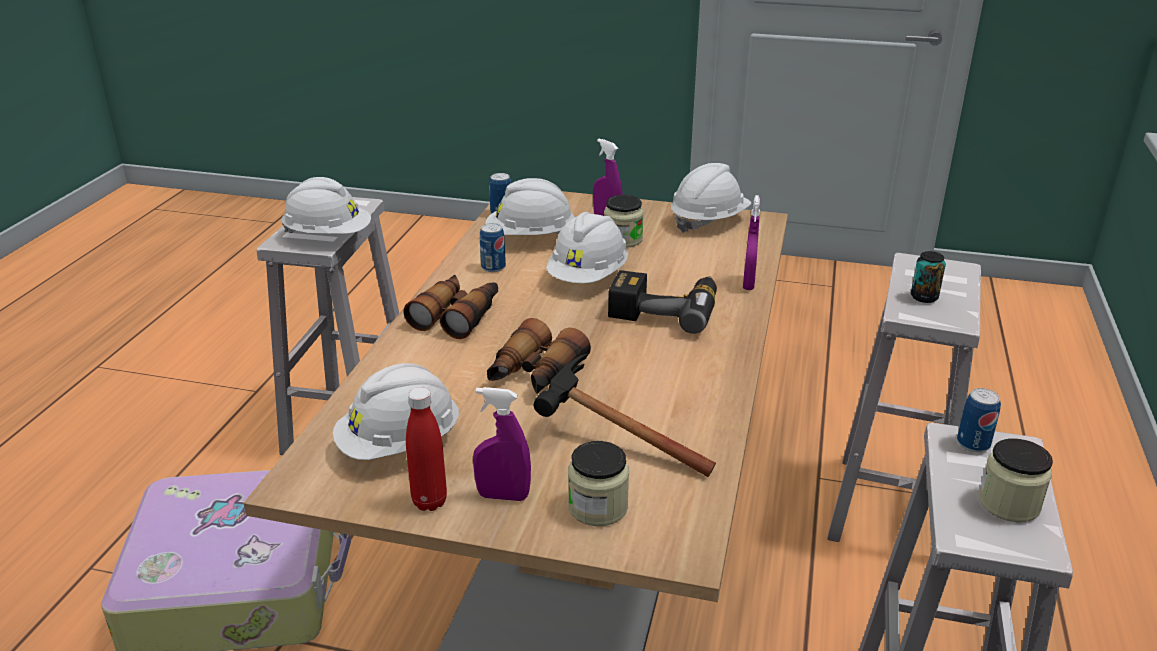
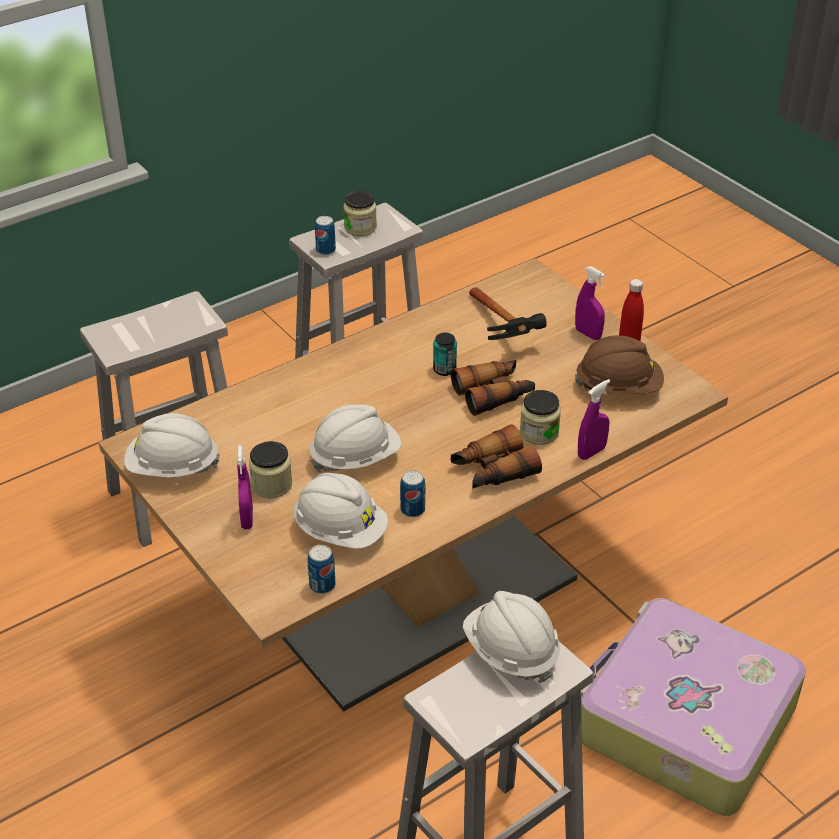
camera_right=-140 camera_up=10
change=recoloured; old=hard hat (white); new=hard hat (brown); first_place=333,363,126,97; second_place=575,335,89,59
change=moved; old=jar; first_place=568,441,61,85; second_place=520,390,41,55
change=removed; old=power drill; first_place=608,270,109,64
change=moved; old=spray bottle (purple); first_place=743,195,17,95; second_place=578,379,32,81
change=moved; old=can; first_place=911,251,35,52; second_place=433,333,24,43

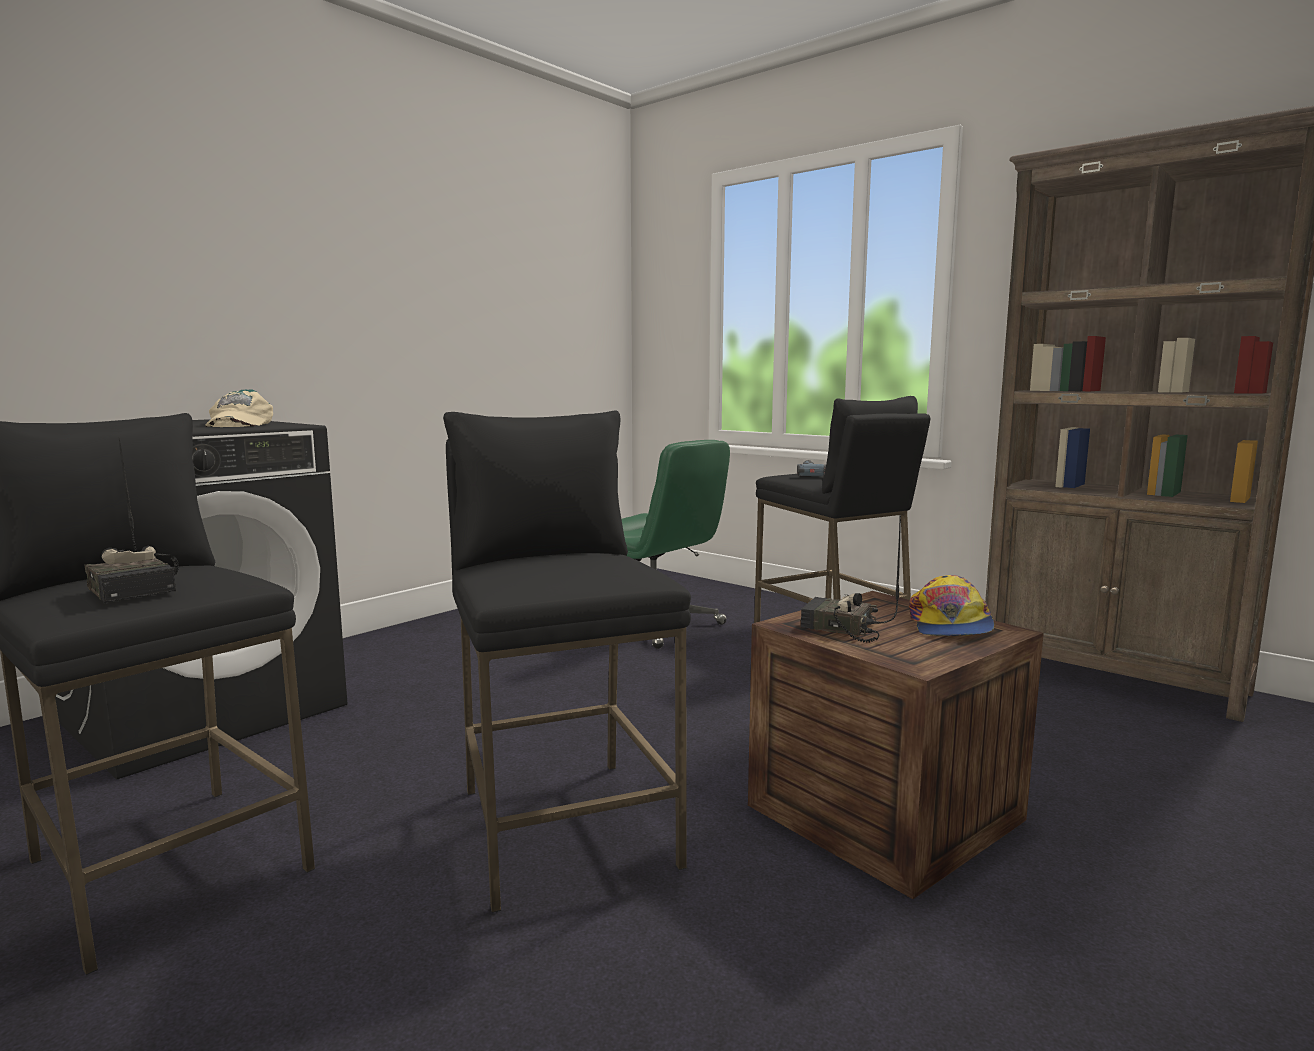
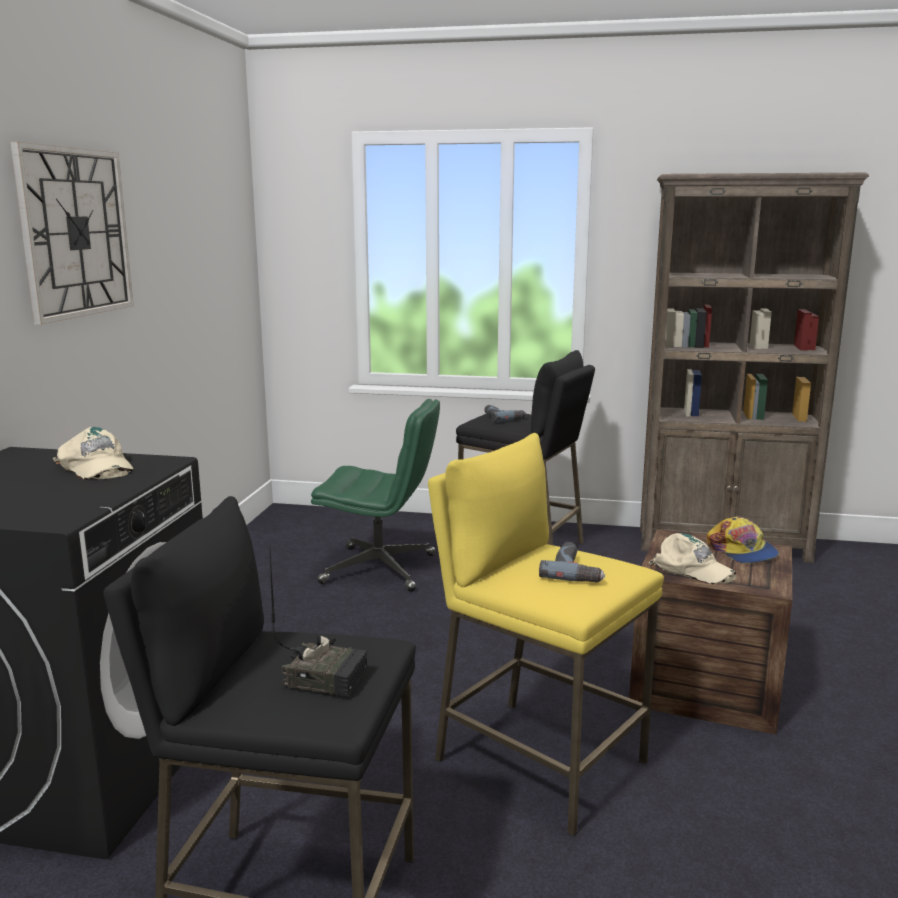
camera_right=-30 camera_up=5
change=recoloured; old=stool (black); new=stool (yellow); first_place=443,410,248,503; second_place=428,433,236,403
change=replaced; old=radio; new=cap (beige); first_place=801,515,100,128; second_place=649,533,88,51
change=added; new=wall clock; second_place=10,141,124,184
change=added; new=power drill; second_place=539,542,66,40

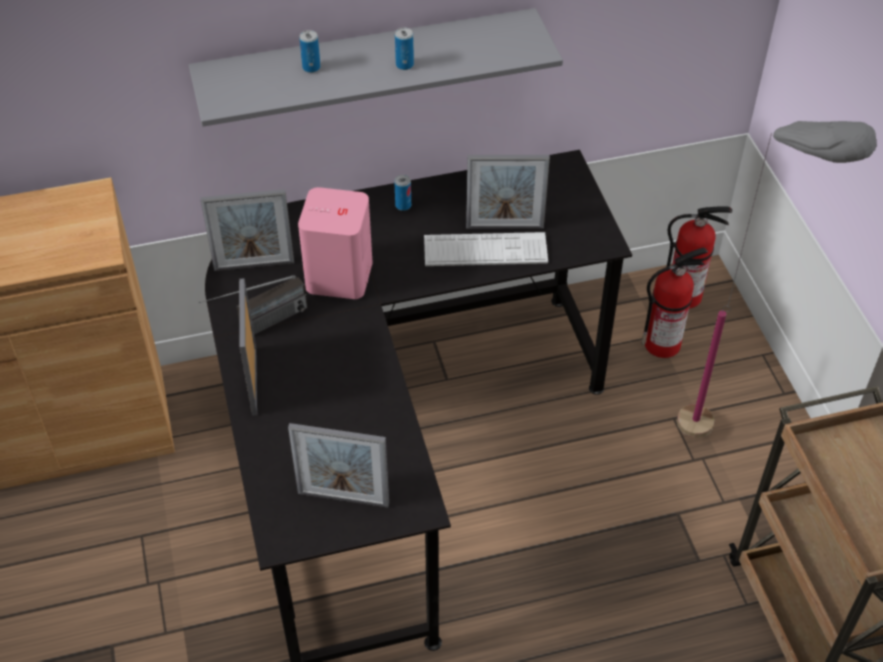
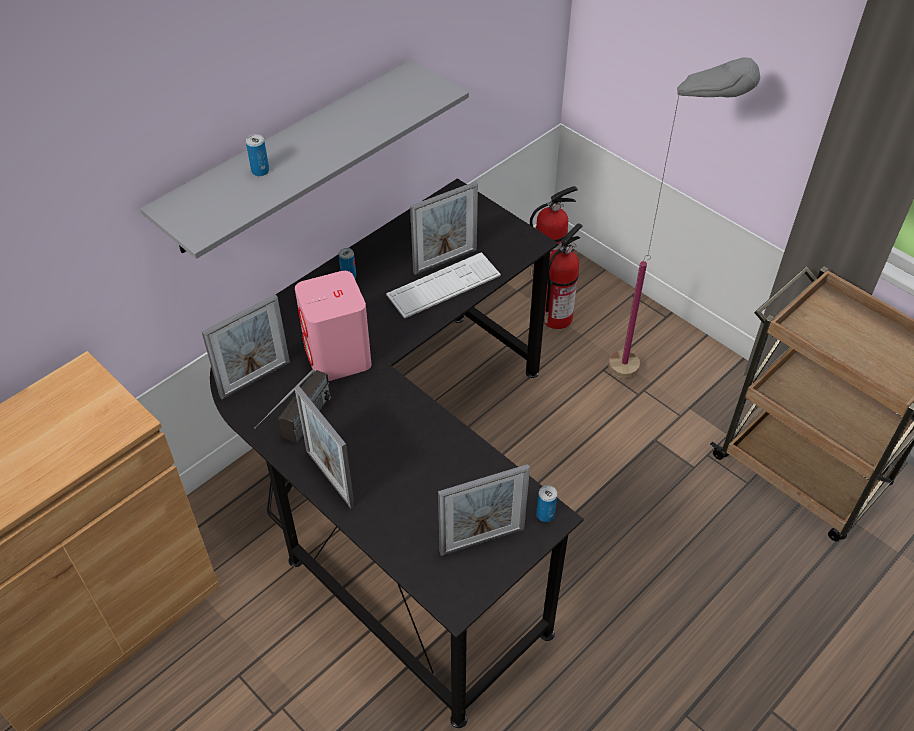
camera_right=-30 camera_up=0
change=moved; old=can; first_place=395,27,19,43; second_place=536,485,21,37

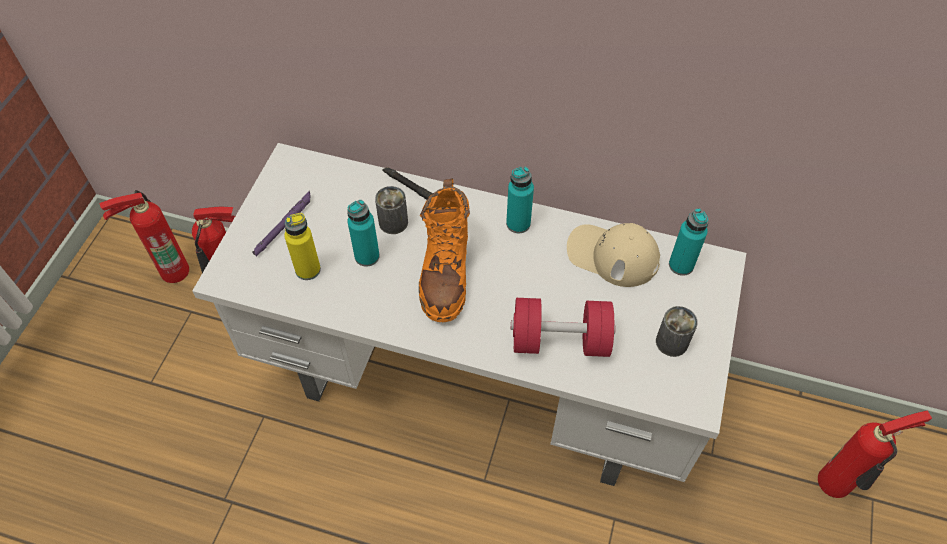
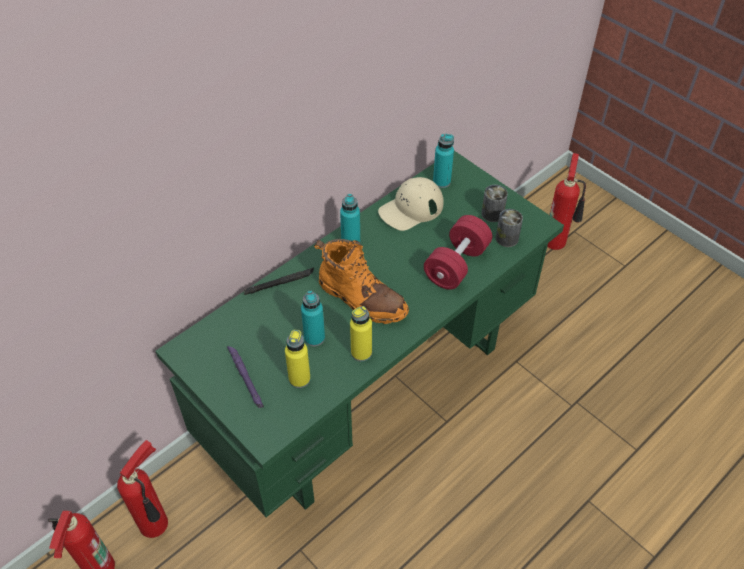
camera_right=-60 camera_up=-5
change=recoloured; old=desk (white); new=desk (green); first_place=192,143,554,343; second_place=156,151,408,366
change=moved; old=can; first_place=375,186,33,48; second_place=496,209,27,38
change=added; new=bottle (yellow); second_place=350,306,22,55

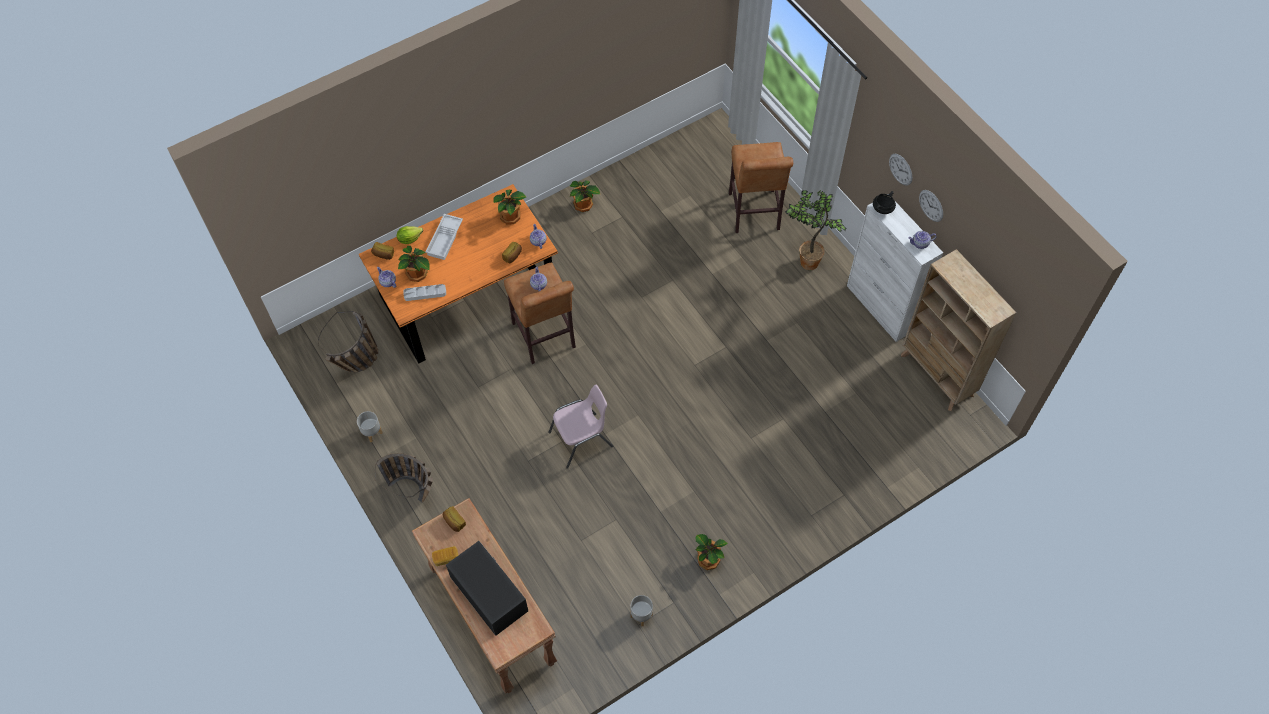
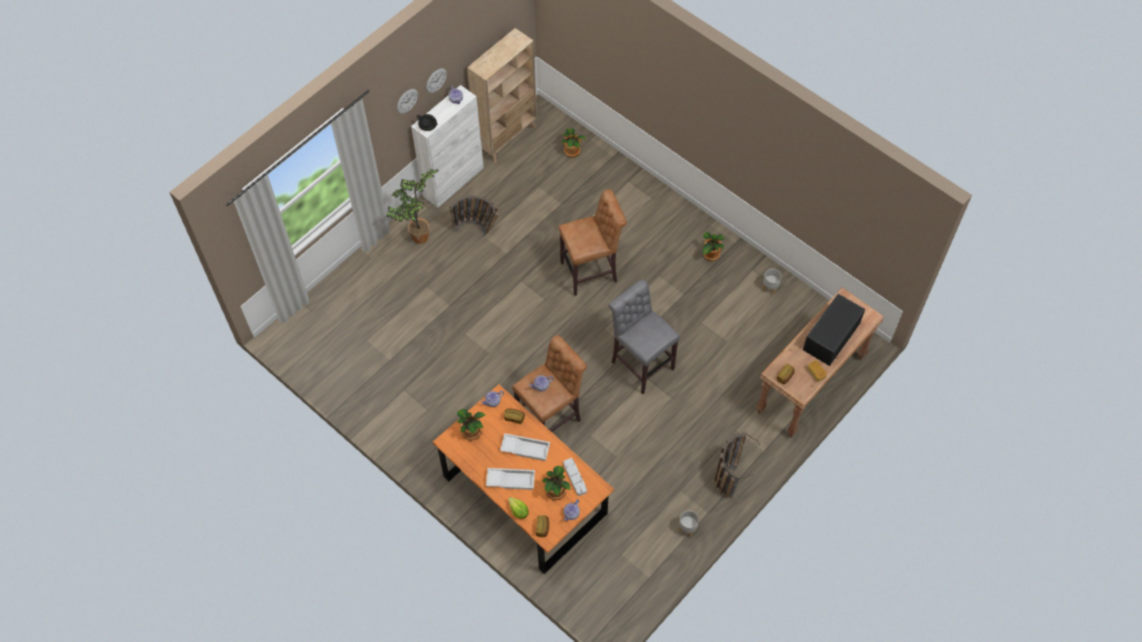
camera_right=-105 camera_up=0
change=moved; old=basket; first_place=318,311,60,61; second_place=450,196,49,40
change=replaced; old=chair (pink); new=stool (grey); first_place=548,385,65,84; second_place=609,279,71,115
change=moved; old=potted plant; first_place=570,180,30,32; second_place=562,128,24,30
change=moved; old=stool (brown); first_place=729,142,64,91; second_place=559,189,68,107
change=added; new=tray (white); second_place=500,433,50,28

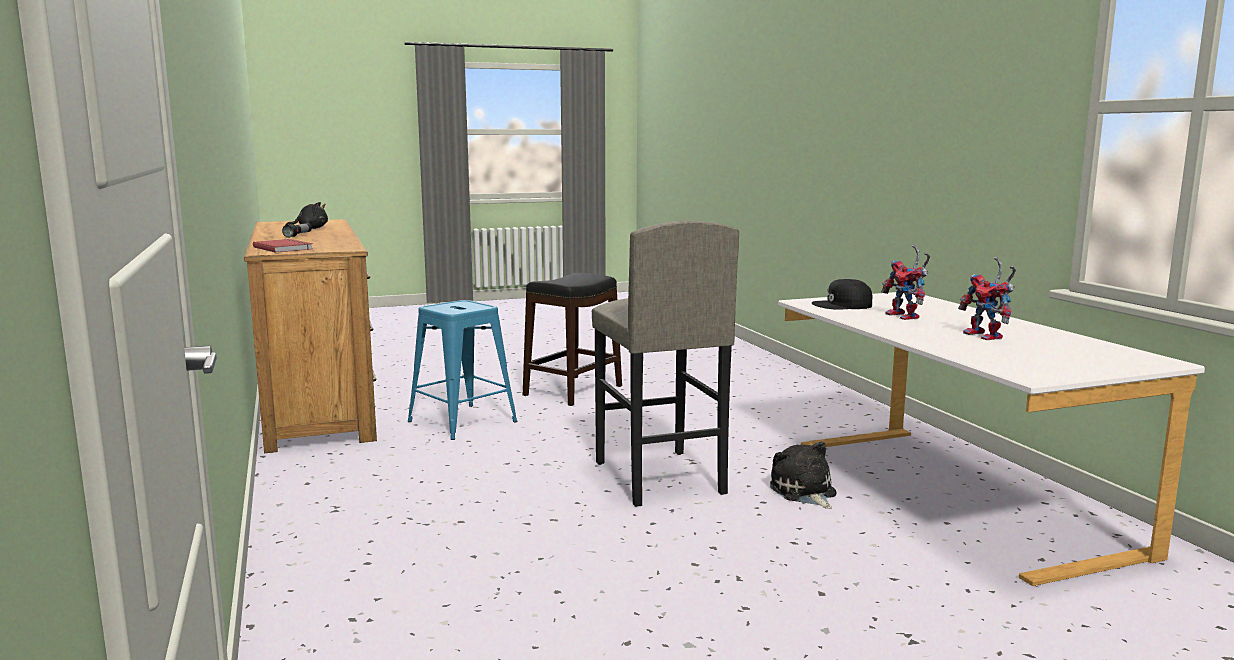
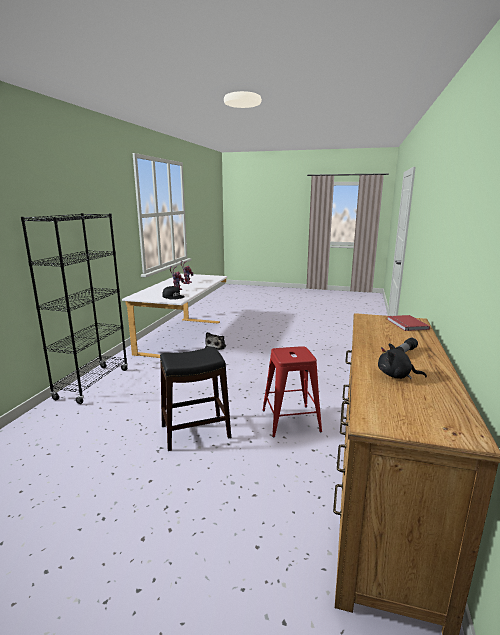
camera_right=-145 camera_up=5
change=recoloured; old=stool (blue); new=stool (red); first_place=408,300,109,140; second_place=262,346,60,91
change=removed; old=stool (grey); first_place=592,221,147,286
change=added; new=bookcase (black); second_place=21,213,107,191

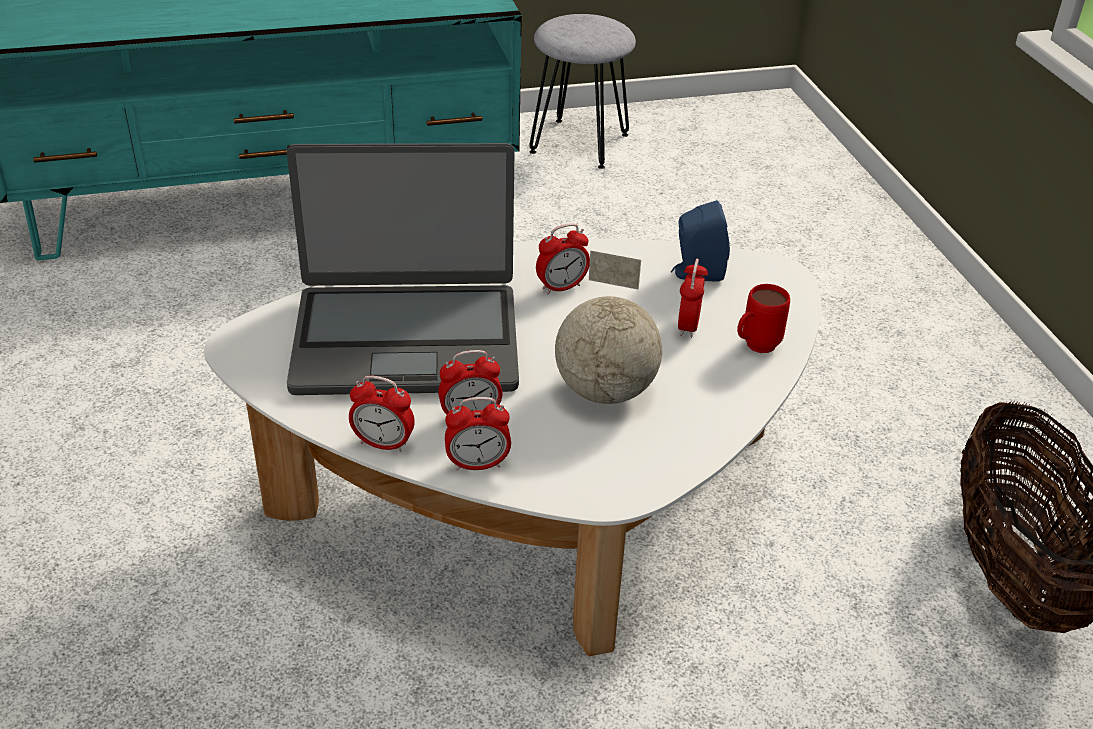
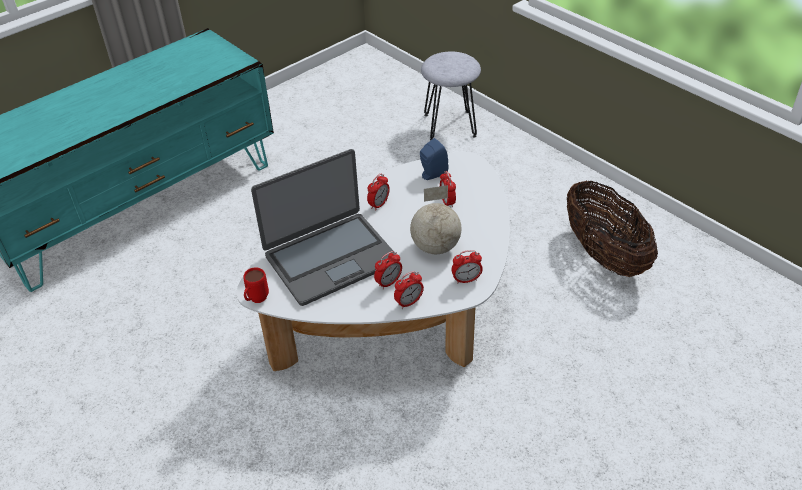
camera_right=-25 camera_up=5
change=moved; old=alarm clock; first_place=349,375,66,77; second_place=452,250,31,34
change=moved; old=stool (grey); first_place=529,14,107,155; second_place=421,51,60,90
change=moved; old=mug (red); first_place=737,284,53,69; second_place=243,267,26,36

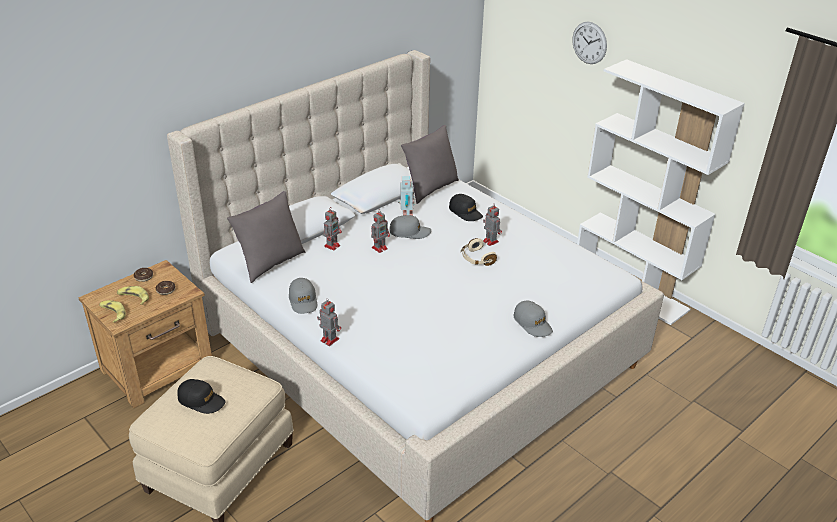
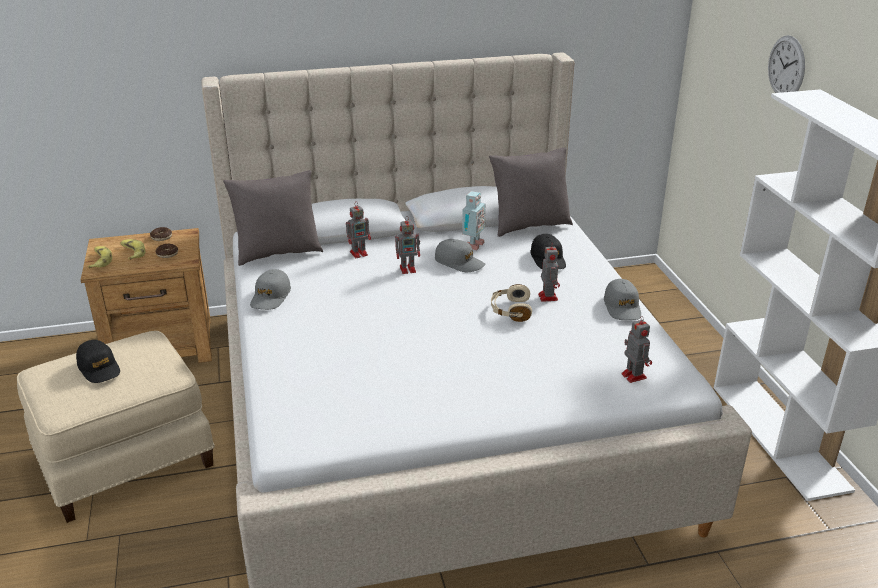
camera_right=30 camera_up=-5
change=moved; old=toy robot; first_place=317,298,24,48; second_place=621,316,31,67
change=moved; old=cap (grey); first_place=514,301,39,36; second_place=604,279,37,41

